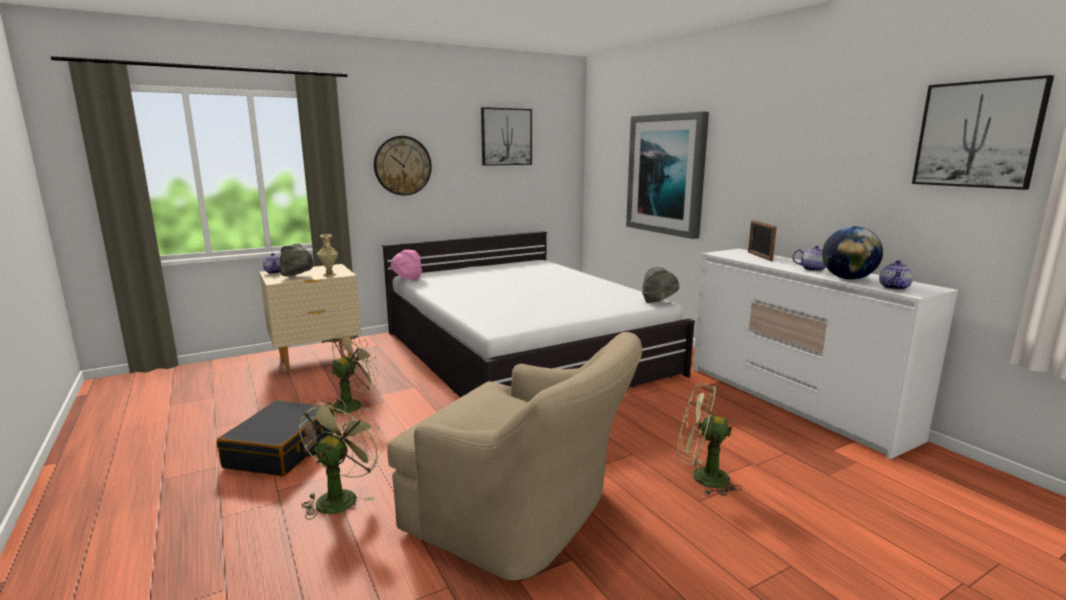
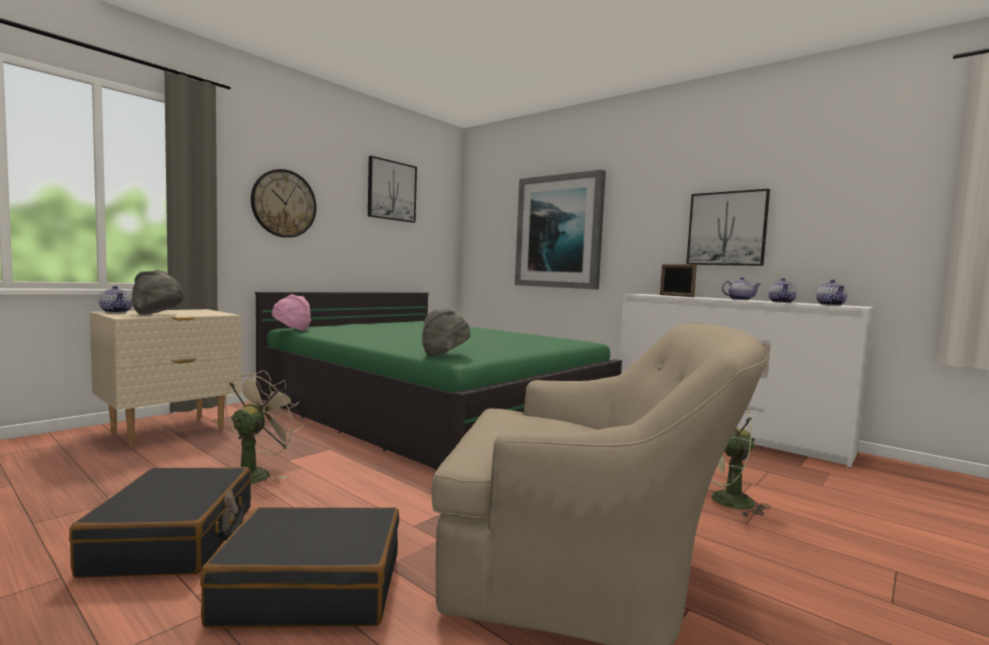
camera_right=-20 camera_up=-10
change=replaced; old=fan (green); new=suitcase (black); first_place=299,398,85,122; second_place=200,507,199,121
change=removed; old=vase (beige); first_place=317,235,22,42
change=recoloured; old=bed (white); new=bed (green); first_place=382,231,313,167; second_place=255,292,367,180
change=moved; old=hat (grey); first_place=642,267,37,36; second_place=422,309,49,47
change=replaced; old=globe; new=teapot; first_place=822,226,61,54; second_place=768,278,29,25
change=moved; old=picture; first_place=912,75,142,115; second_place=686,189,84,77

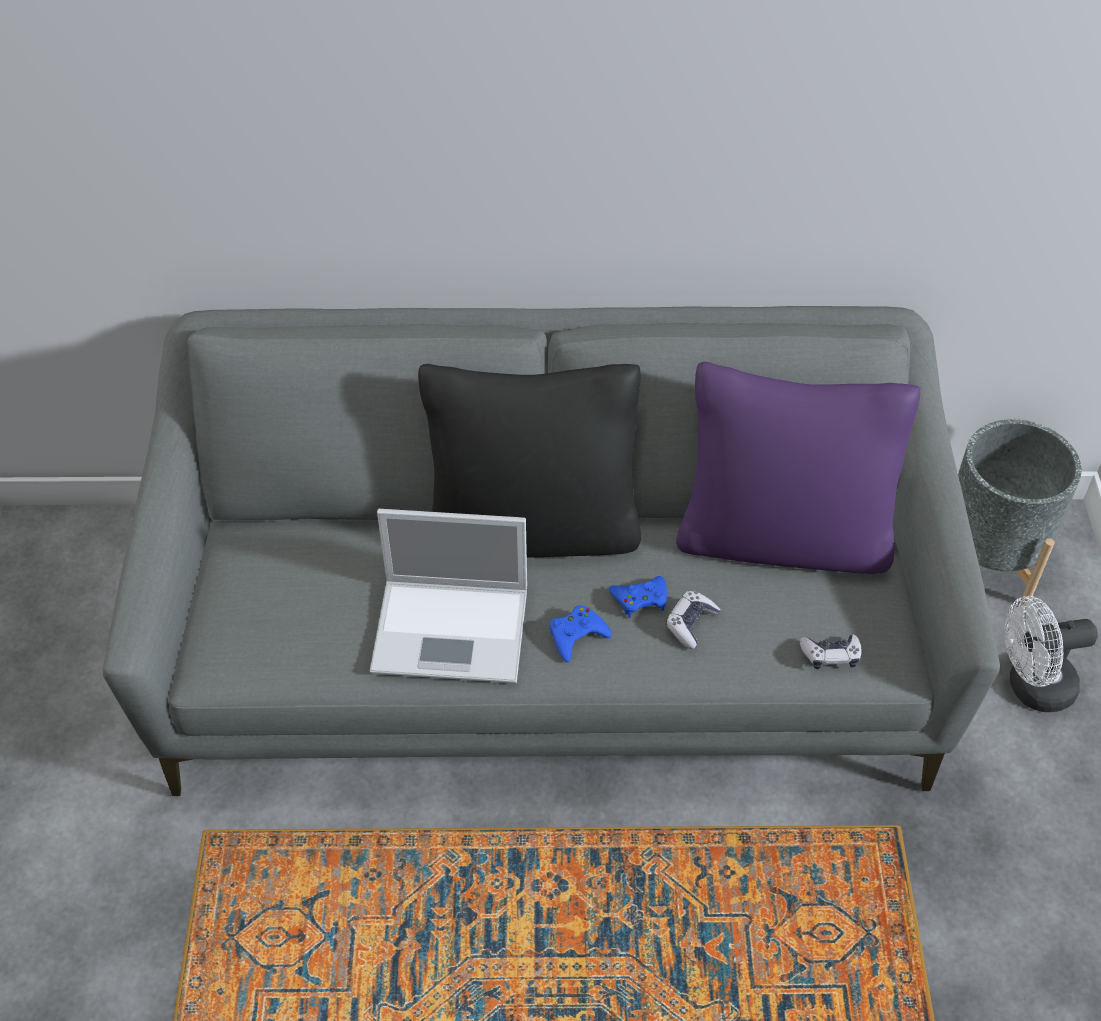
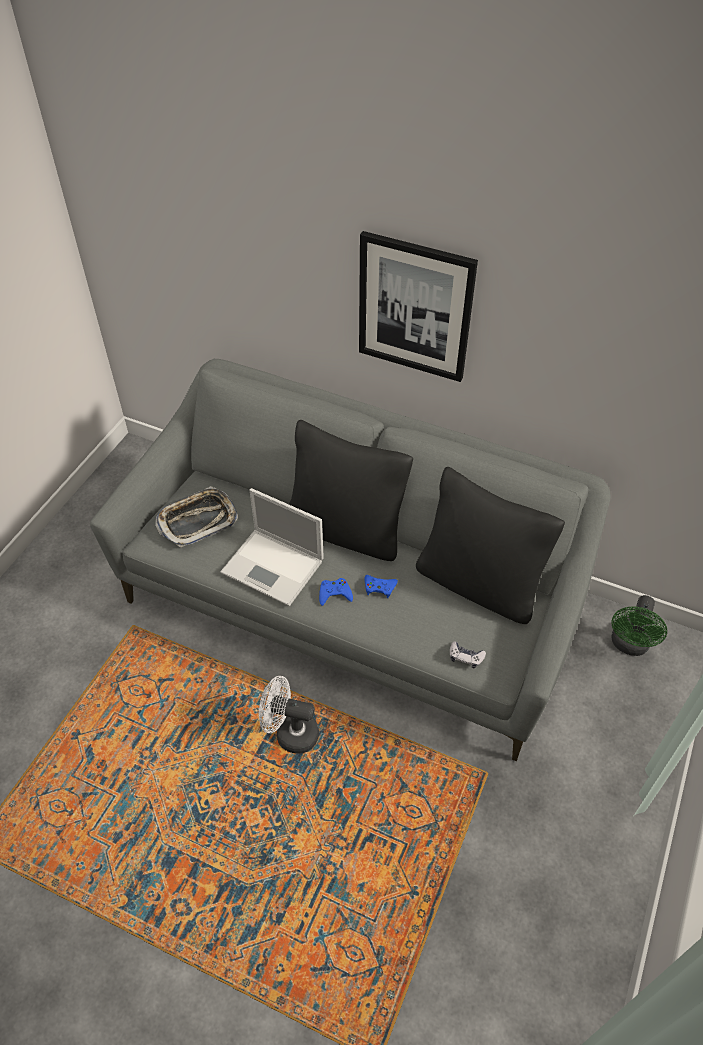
camera_right=25 camera_up=0
change=removed; old=game controller; first_place=666,591,55,58
change=recoloured; old=pillow (purple); new=pillow (black); first_place=676,362,244,212; second_place=416,467,149,157
change=replaced; old=planter (grey); new=fan (green); first_place=958,419,124,187; second_place=611,595,56,61
change=moved; old=fan (white); first_place=1005,596,93,116; second_place=259,676,60,78
change=added; new=tray; second_place=155,486,83,62
change=added; new=picture; second_place=359,231,119,151

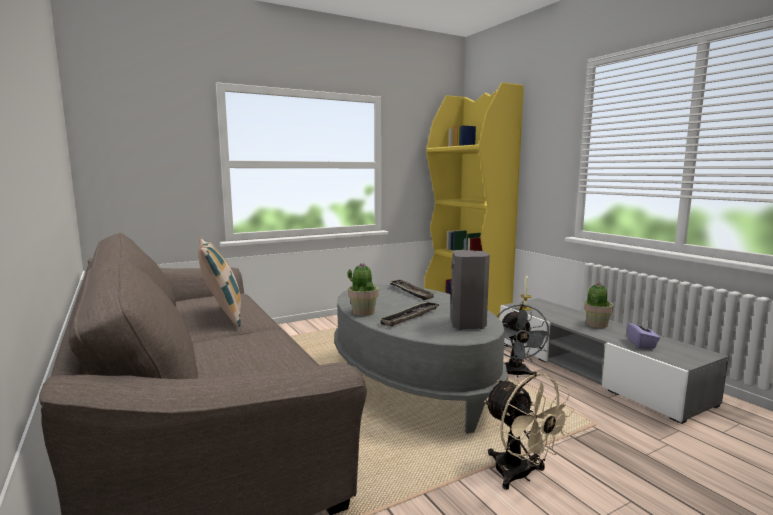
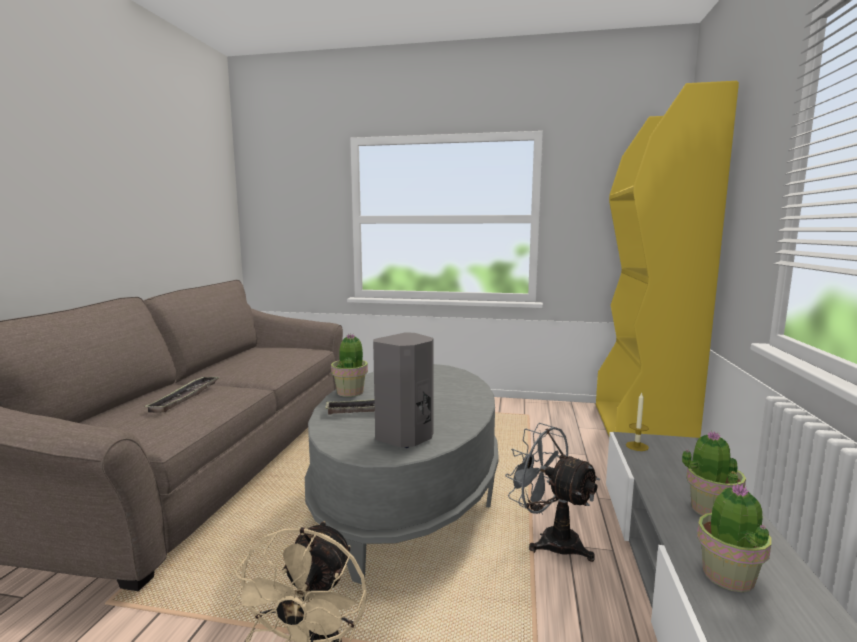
camera_right=40 camera_up=0
change=removed; old=pillow; first_place=198,237,43,90
change=moved; old=tray; first_place=390,279,46,21; second_place=144,377,75,36
change=turned; old=fan (grey); first_place=497,304,55,74; second_place=505,423,95,139; degrees=90
change=replaced; old=tissue box (purple); new=potted plant; first_place=627,319,33,30; second_place=697,483,74,109

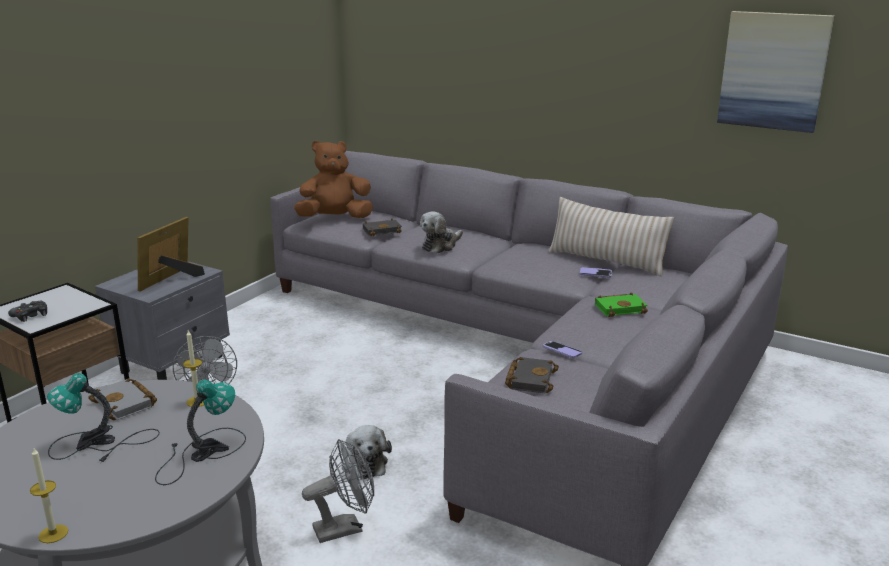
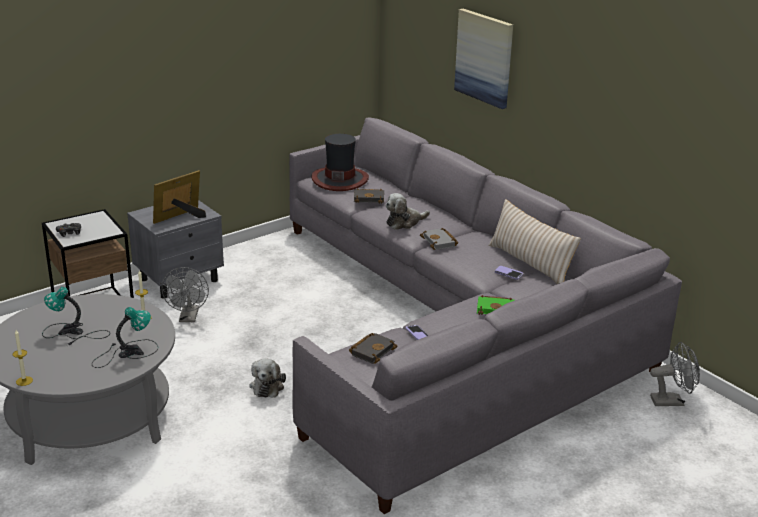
camera_right=20 camera_up=5
change=moved; old=book (grey); first_place=88,378,69,42; second_place=420,228,38,22
change=replaced; old=plush toy (brown); new=hat; first_place=294,141,79,77; second_place=311,134,58,57
change=moved; old=fan (grey); first_place=302,439,72,104; second_place=650,342,50,64
change=moved; old=picture; first_place=717,11,118,122; second_place=454,9,59,100

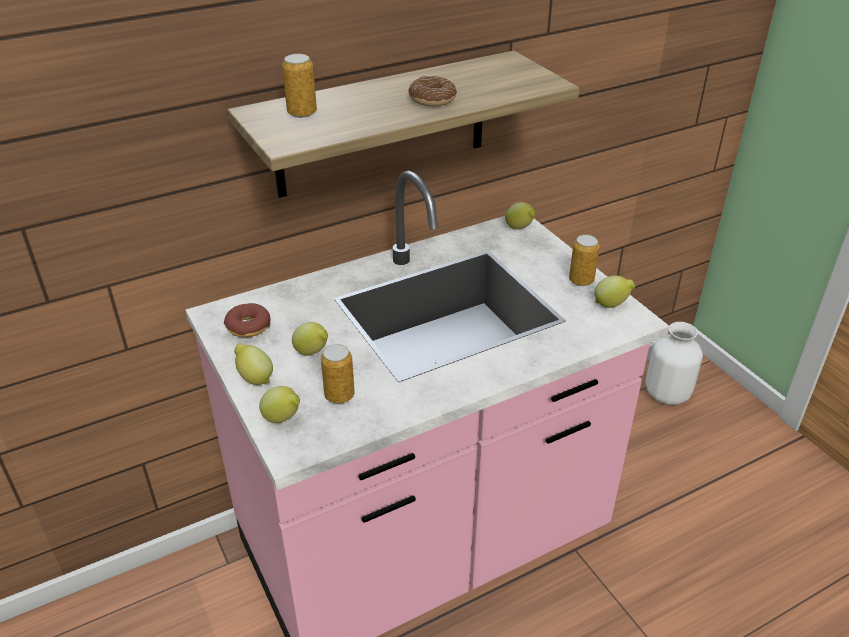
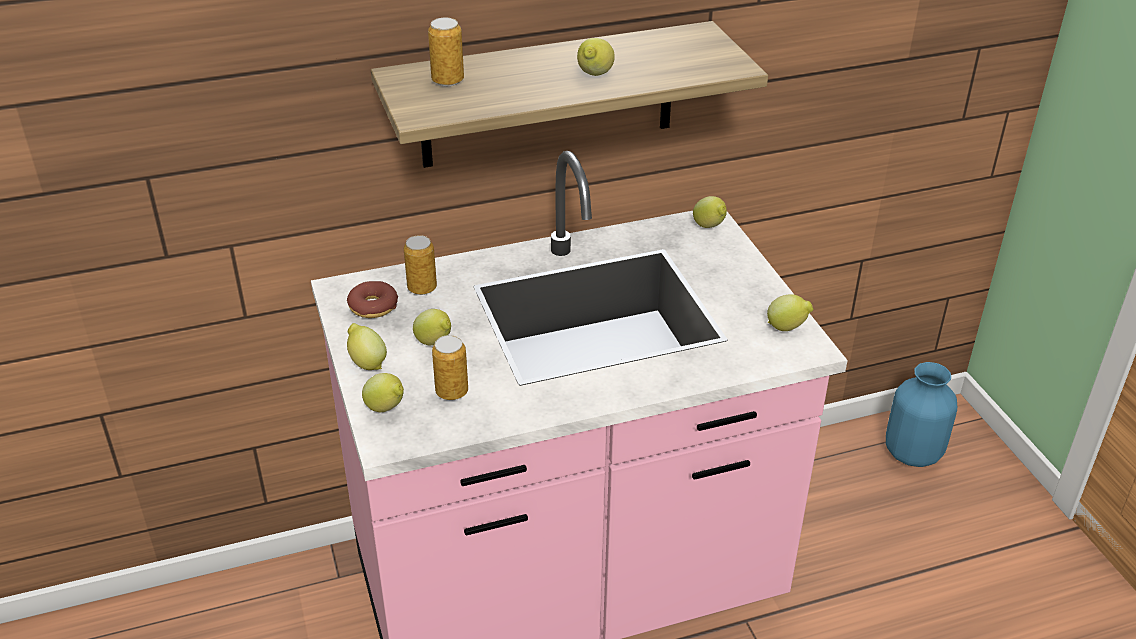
camera_right=10 camera_up=0
change=replaced; old=donut; new=lemon; first_place=408,76,49,31; second_place=577,38,38,38
change=moved; old=can; first_place=569,235,31,51; second_place=404,235,33,60
change=recoloured; old=vase (white); new=vase (blue); first_place=646,322,57,83; second_place=886,362,71,105

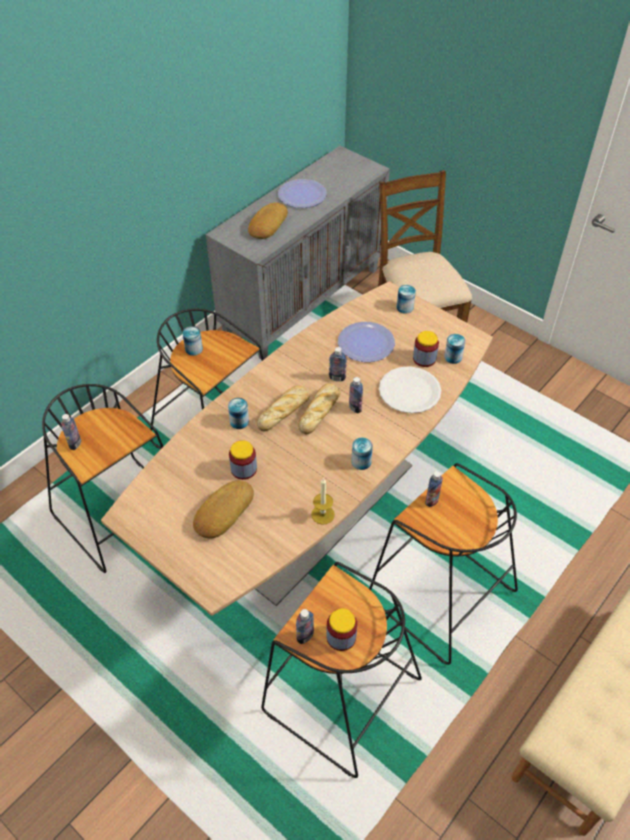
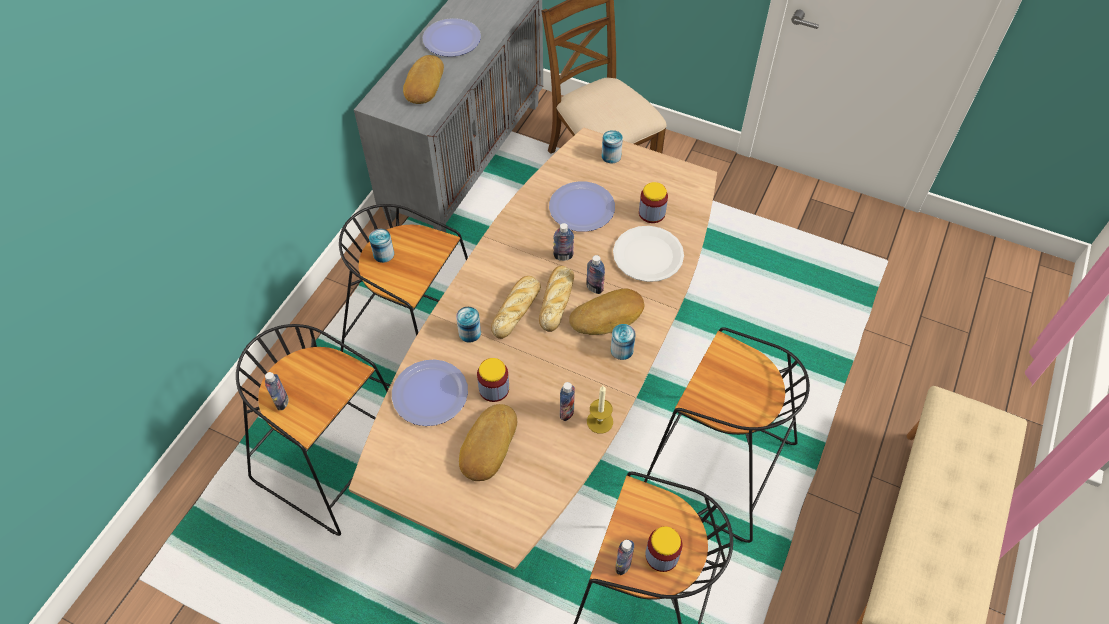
camera_right=-15 camera_up=5
change=moved; old=bottle; first_place=425,471,18,36; second_place=560,382,15,39
change=removed; old=can; first_place=444,334,22,30
change=added; new=plate; second_place=392,359,76,67
change=added; new=bread; second_place=569,288,75,47

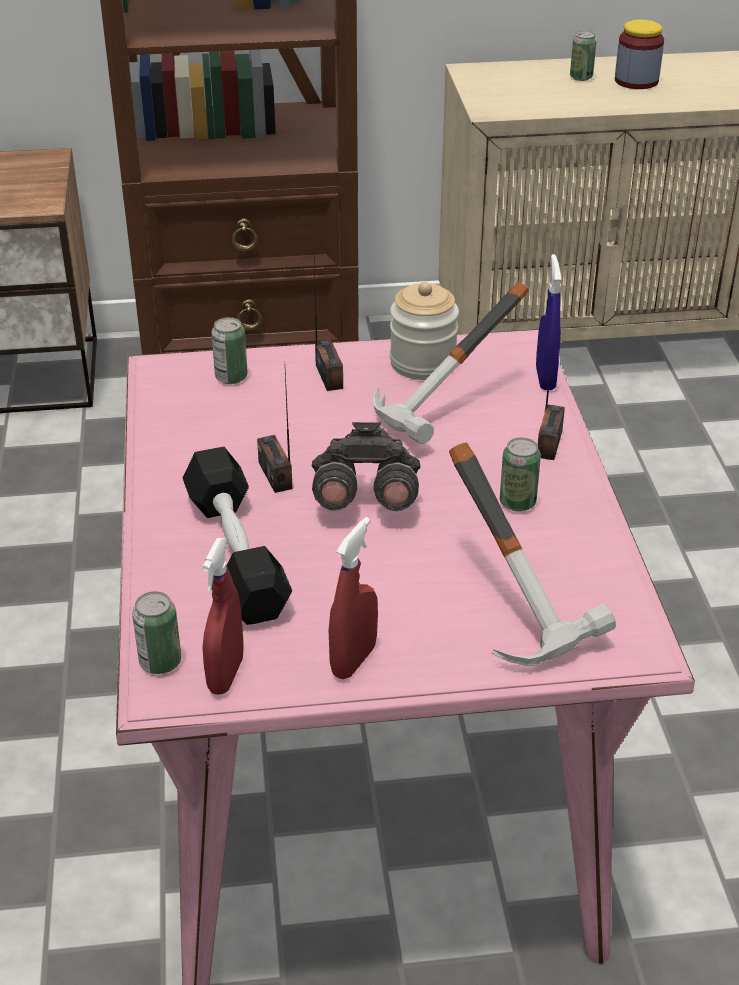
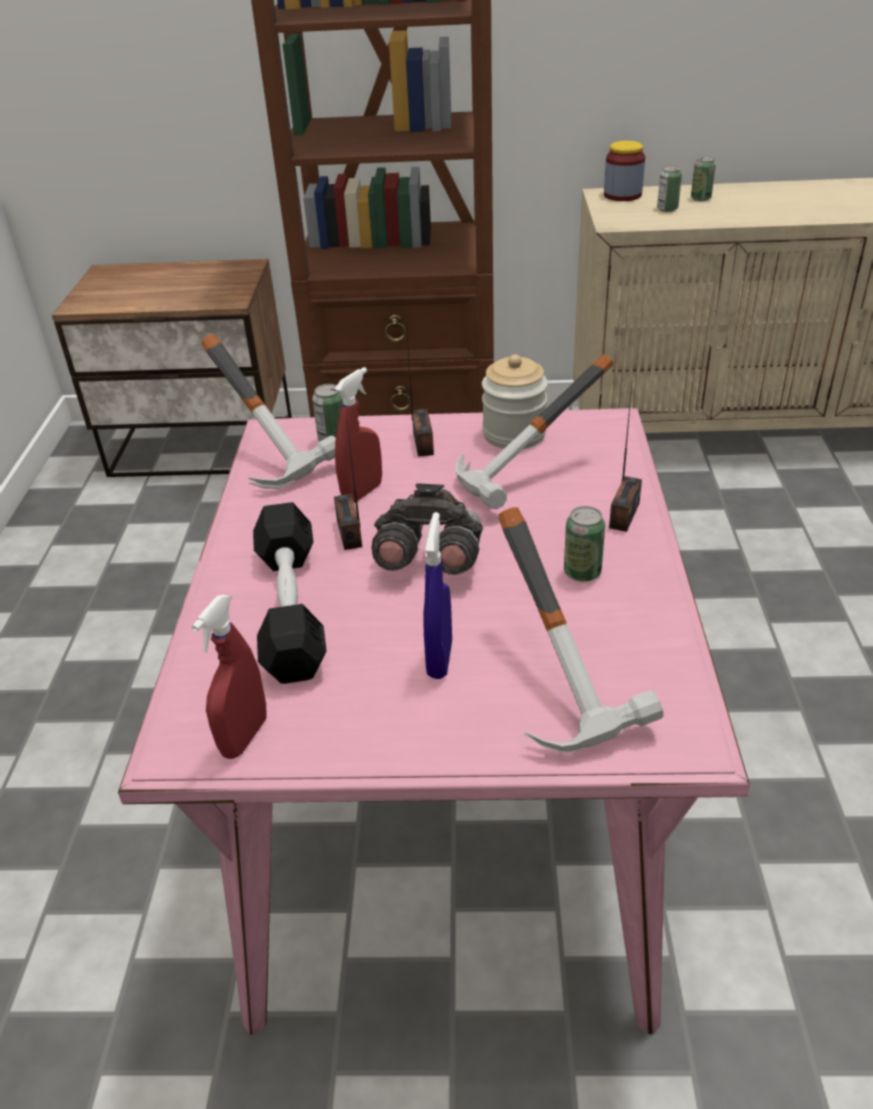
camera_right=10 camera_up=0
change=moved; old=can; first_place=132,591,49,83; second_place=657,166,25,46
change=moved; old=spray bottle (red); first_place=329,517,49,162; second_place=335,367,47,135
change=moved; old=spray bottle (blue); first_place=536,254,25,136; second_place=423,512,29,167
change=moved; old=jar; first_place=615,20,49,69; second_place=604,141,41,60
change=added; new=hammer; second_place=201,334,135,155

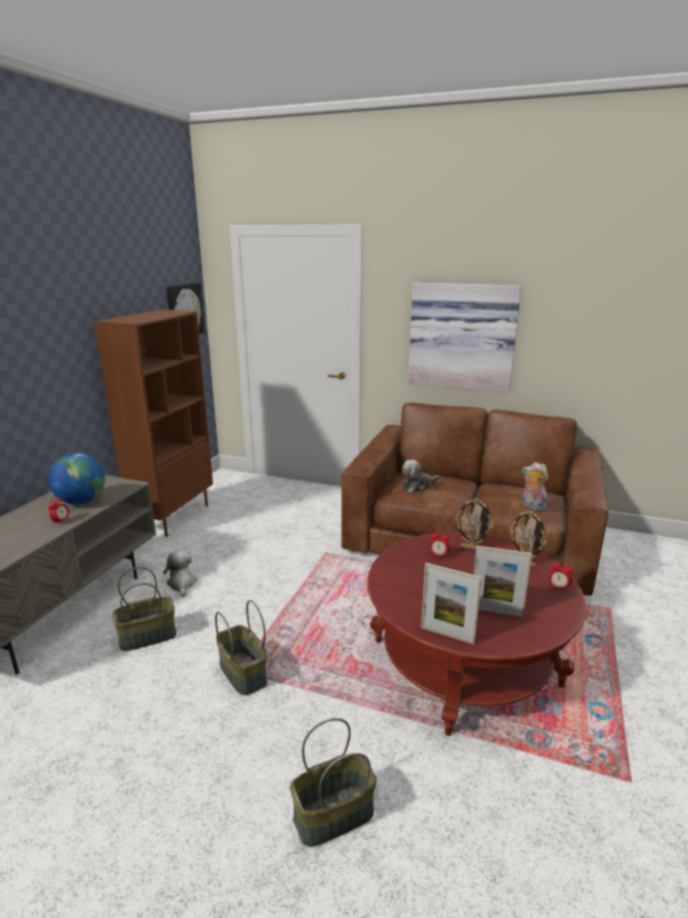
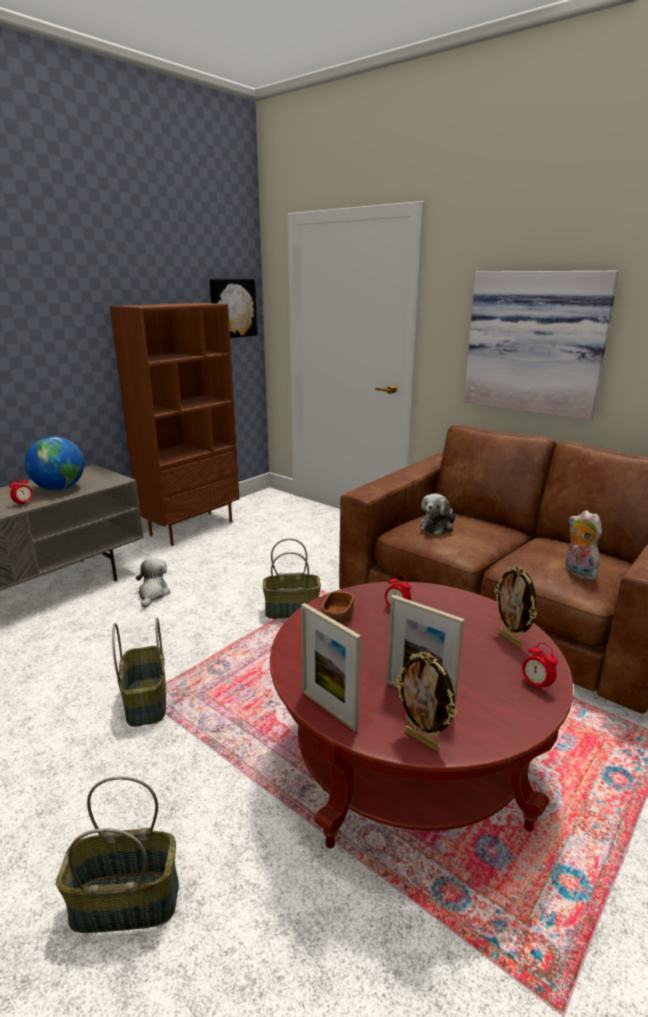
camera_right=20 camera_up=0
change=moved; old=basket; first_place=113,567,64,84; second_place=263,539,58,80
change=turned; old=plush toy; first_place=402,460,37,33; second_place=420,493,36,42; degrees=-45
change=moved; old=picture frame; first_place=455,498,38,52; second_place=395,652,62,99
change=added; new=bowl (brown); second_place=322,591,32,33

